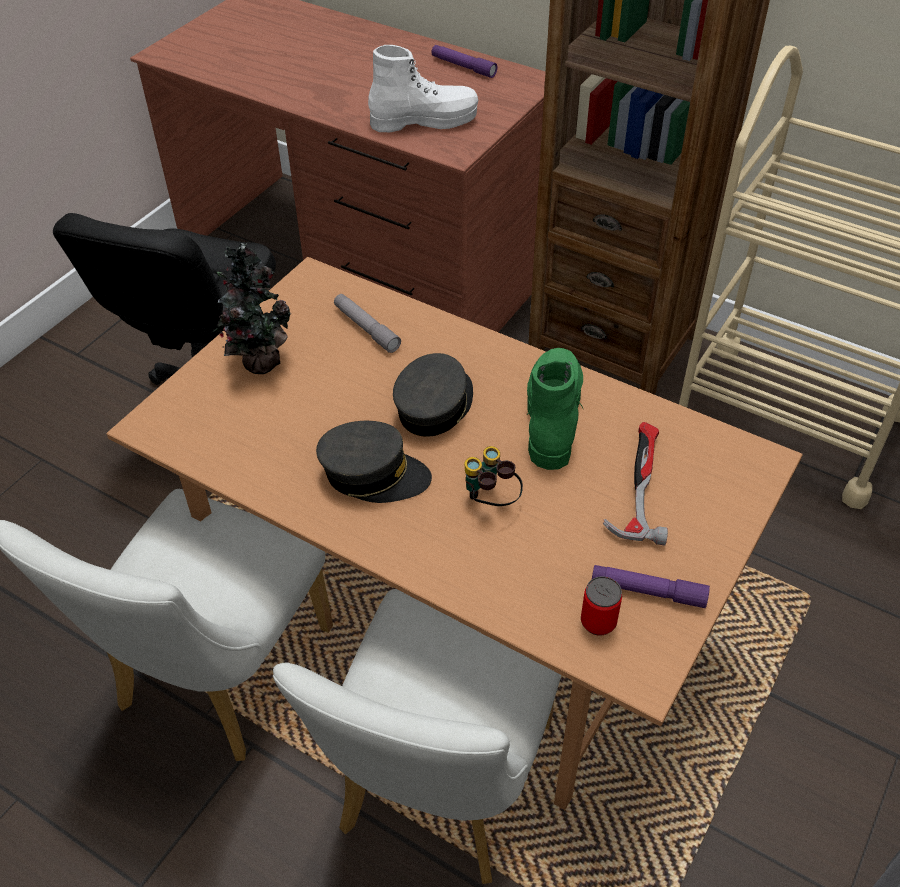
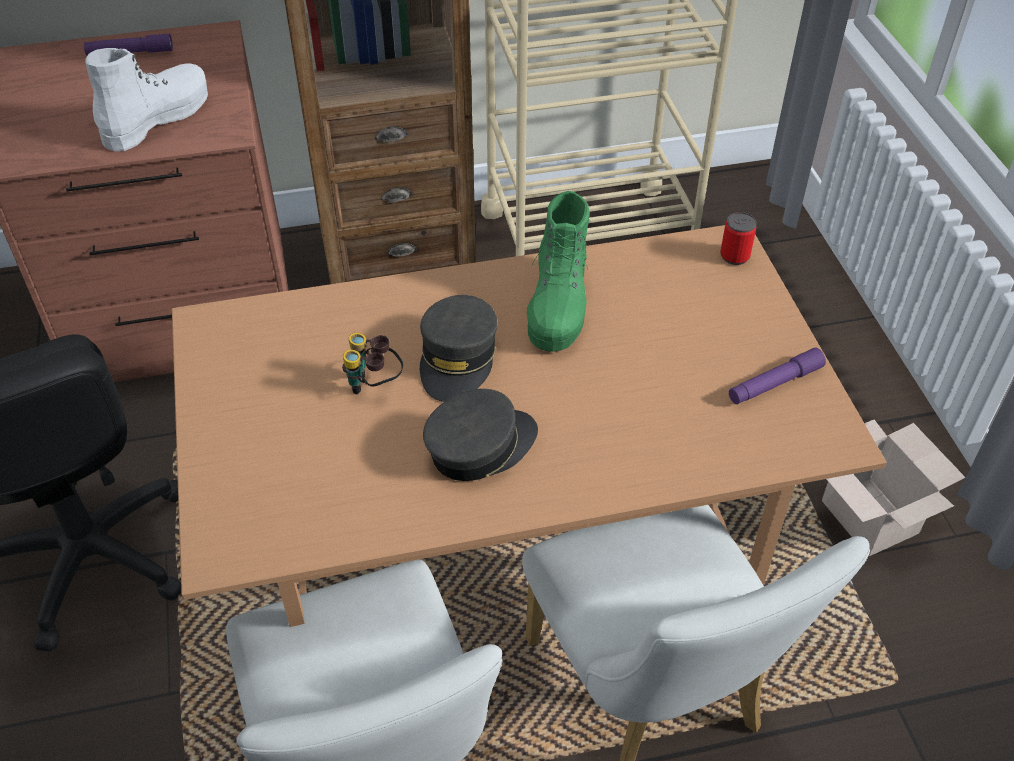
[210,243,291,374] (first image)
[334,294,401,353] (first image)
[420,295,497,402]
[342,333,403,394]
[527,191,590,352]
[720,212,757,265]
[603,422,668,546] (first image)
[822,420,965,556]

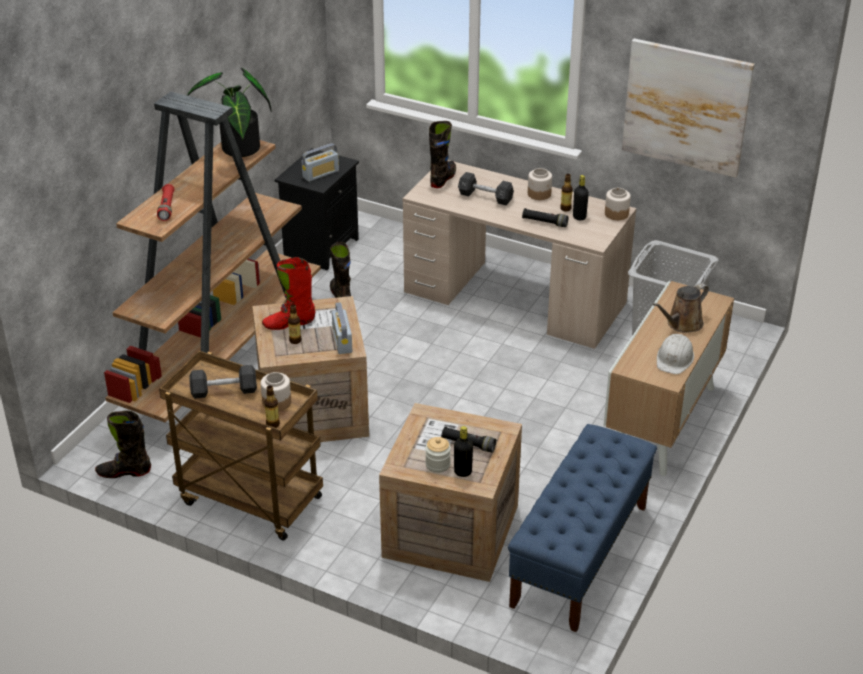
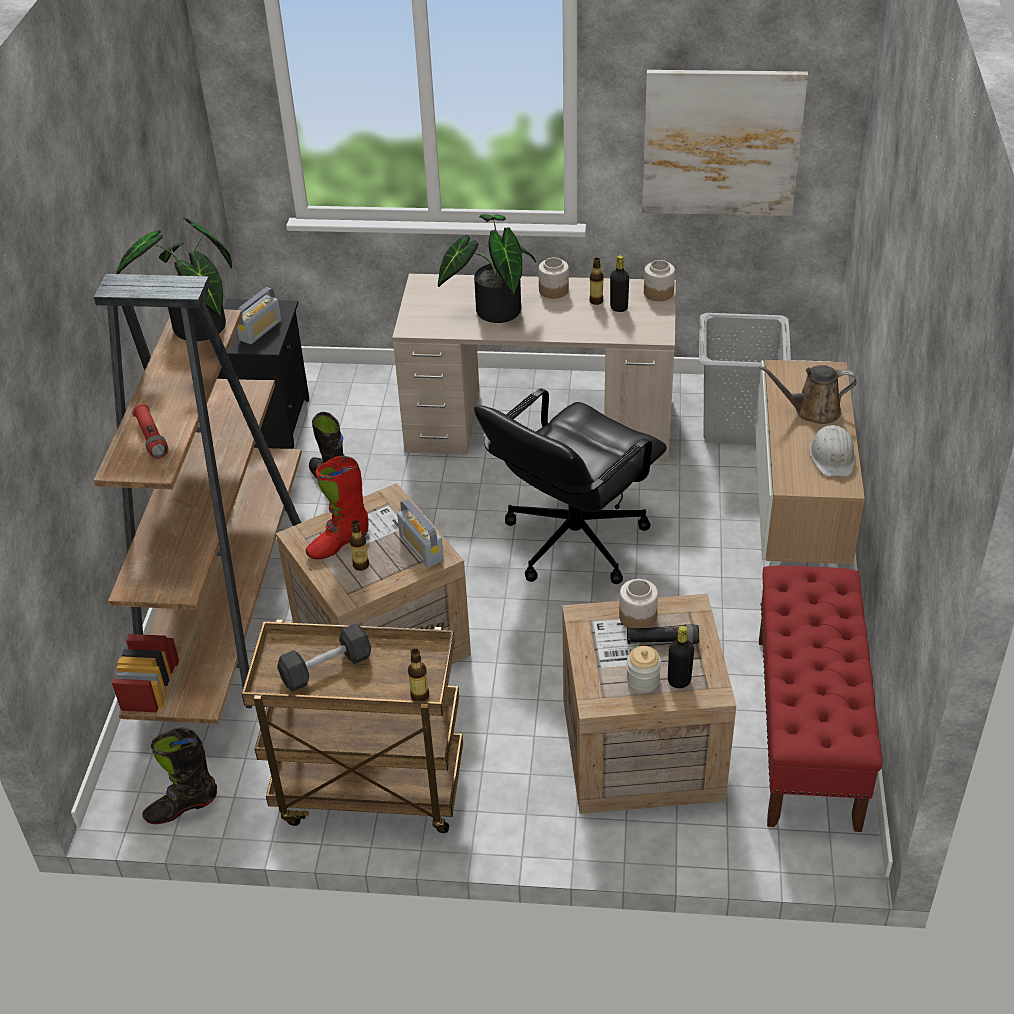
[619,579,658,628]
[429,121,456,188] (first image)
[438,214,536,323]
[759,566,882,832]
[522,208,569,227] (first image)
[759,365,857,424]
[474,388,667,584]

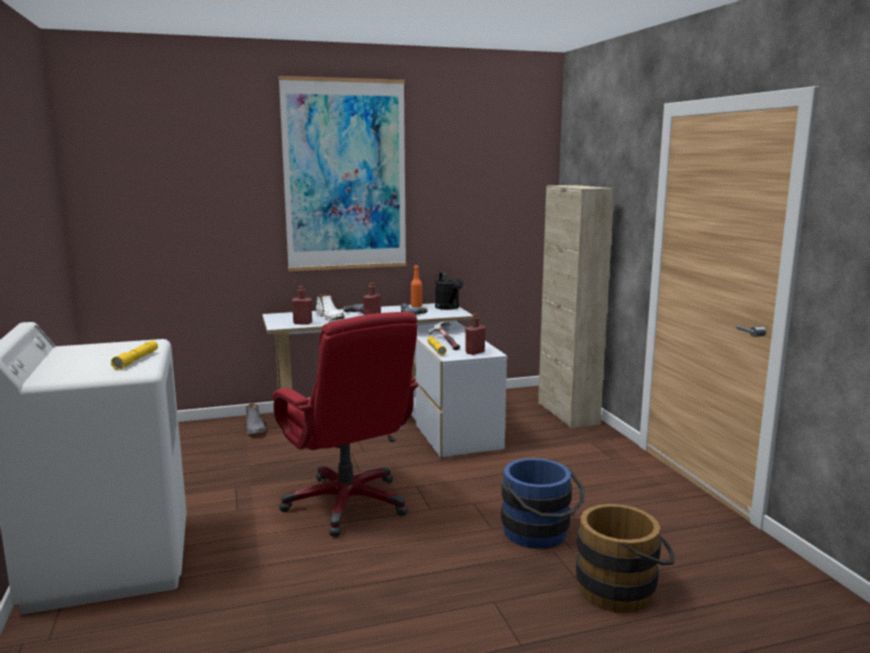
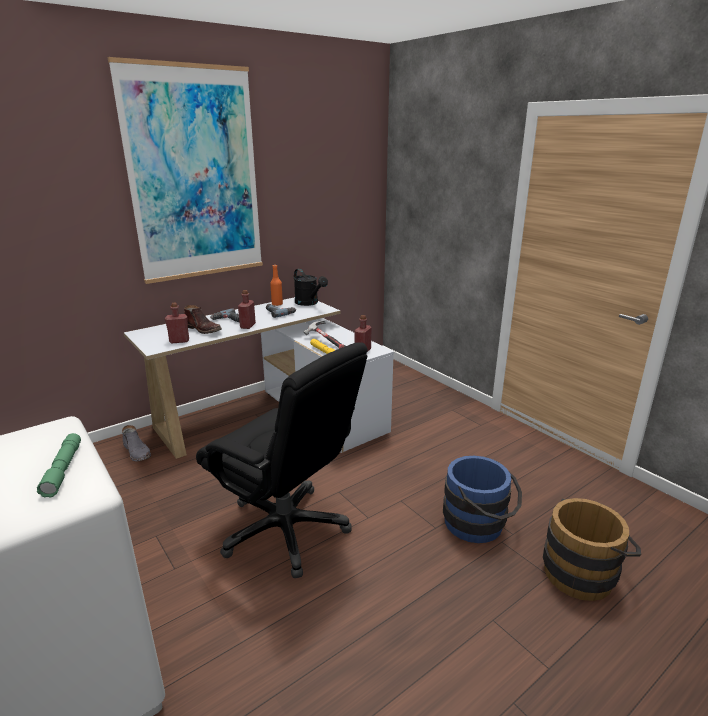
[37,433,81,498]
[196,342,368,579]
[184,305,222,334]
[538,185,614,428] (first image)

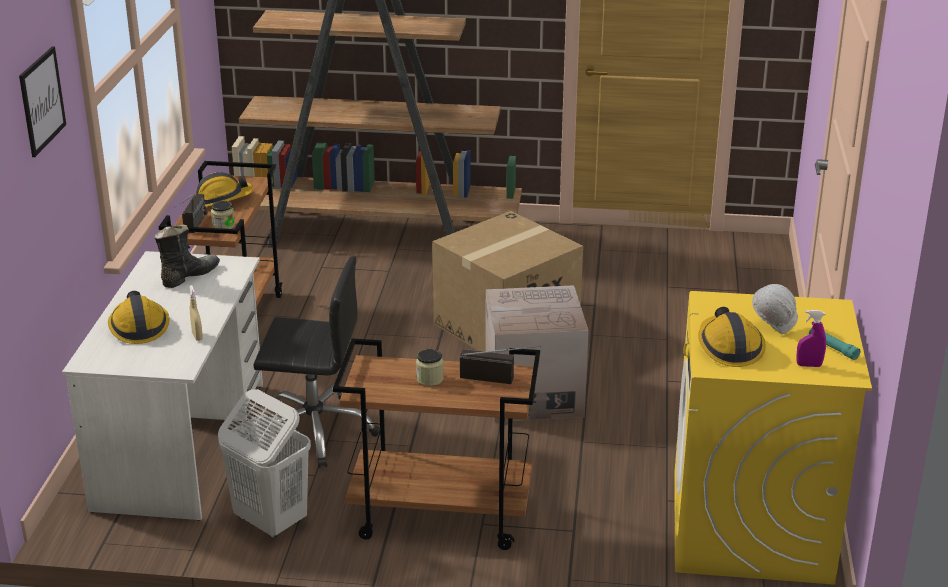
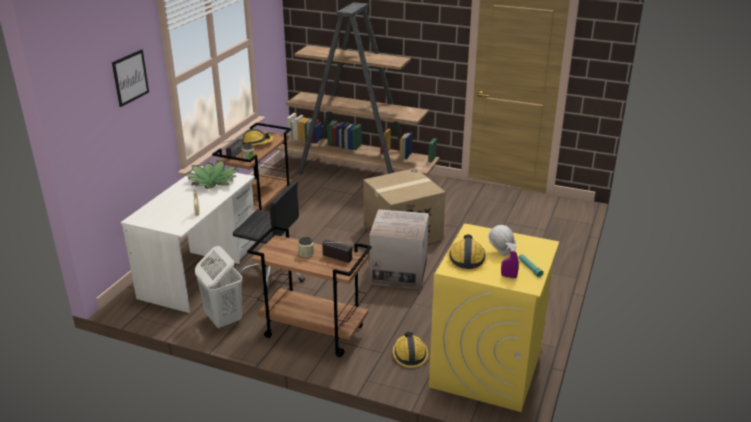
[393,332,428,368]
[184,160,238,189]

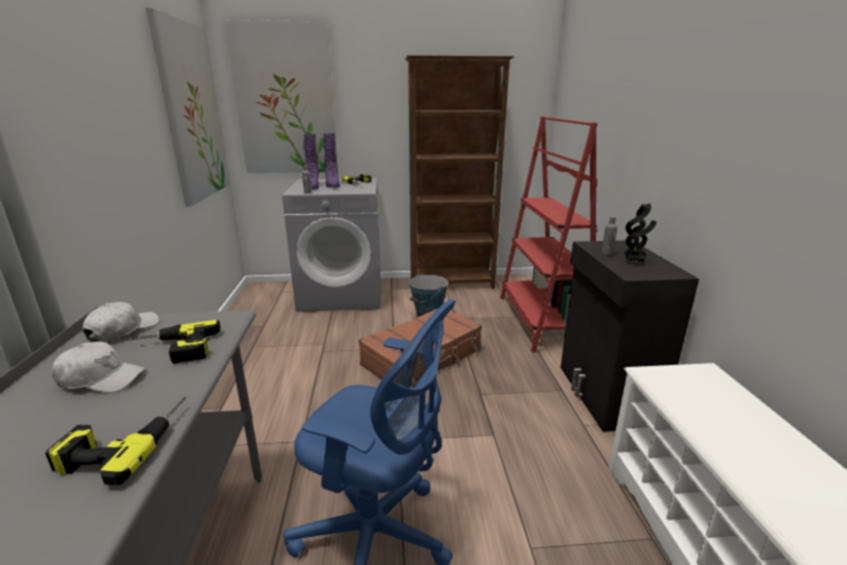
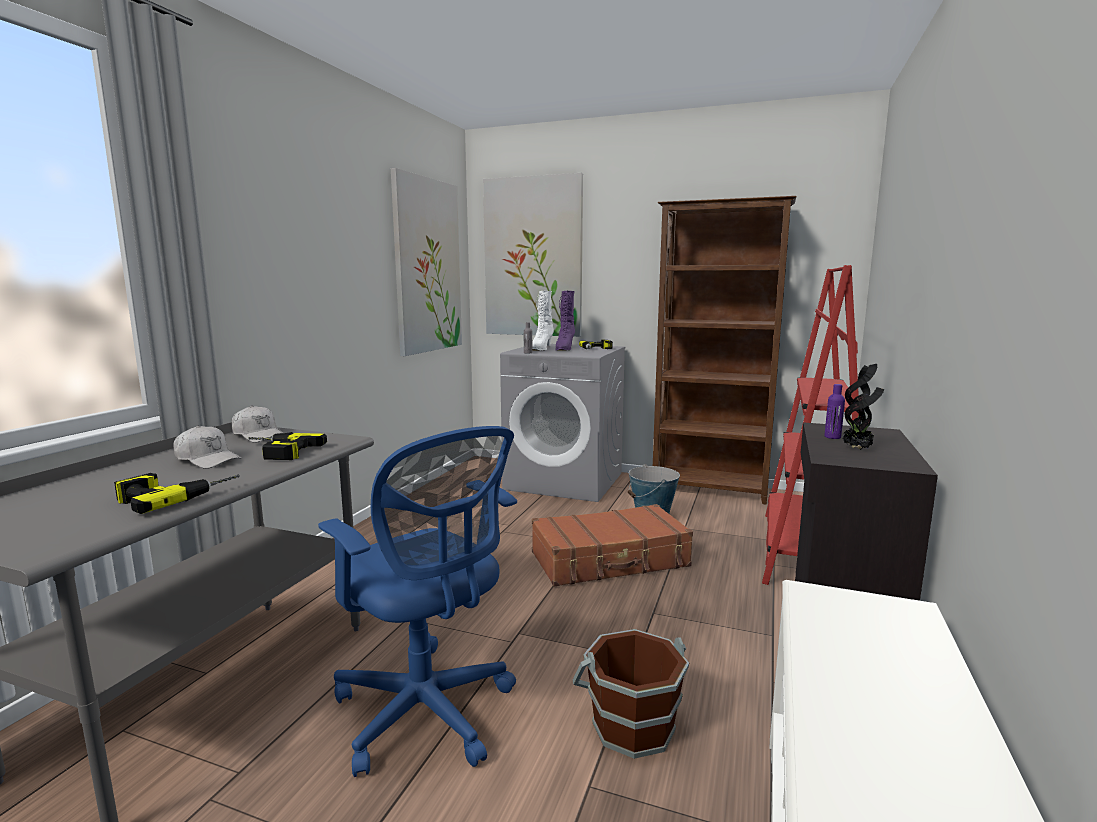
[232,406,283,443]
[532,291,554,351]
[824,384,845,439]
[573,629,689,759]

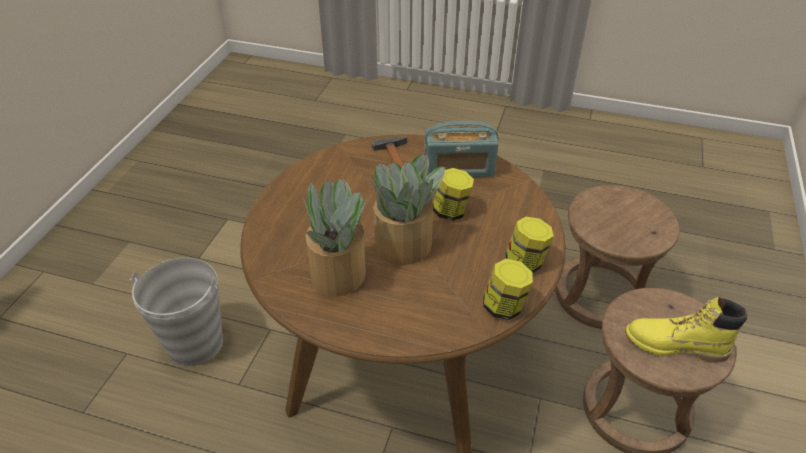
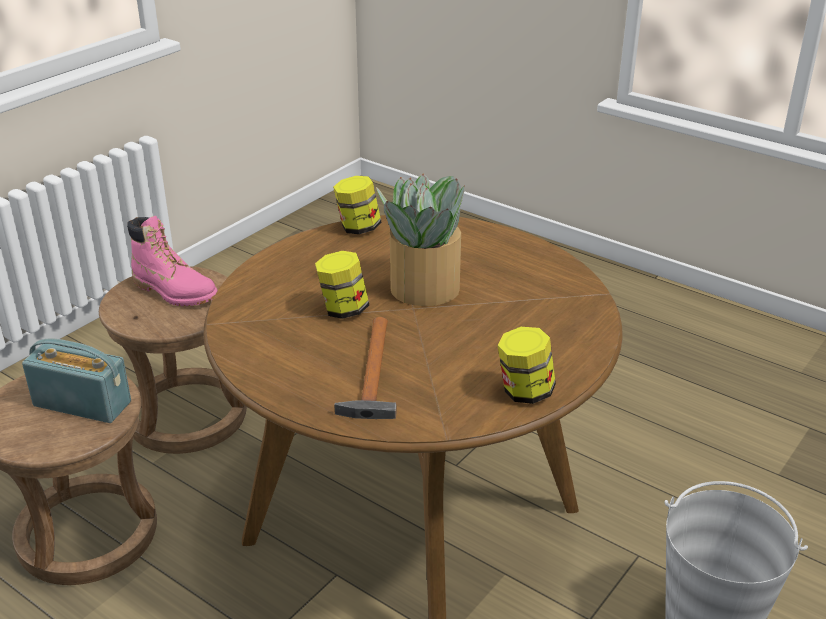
[303,178,367,297] (first image)
[22,338,131,423]
[498,327,556,404]
[127,216,218,306]

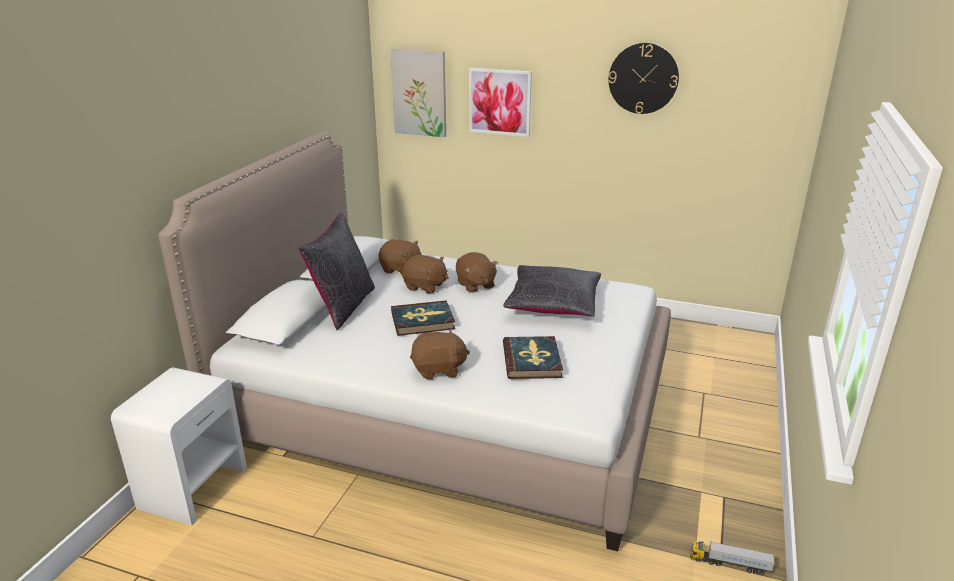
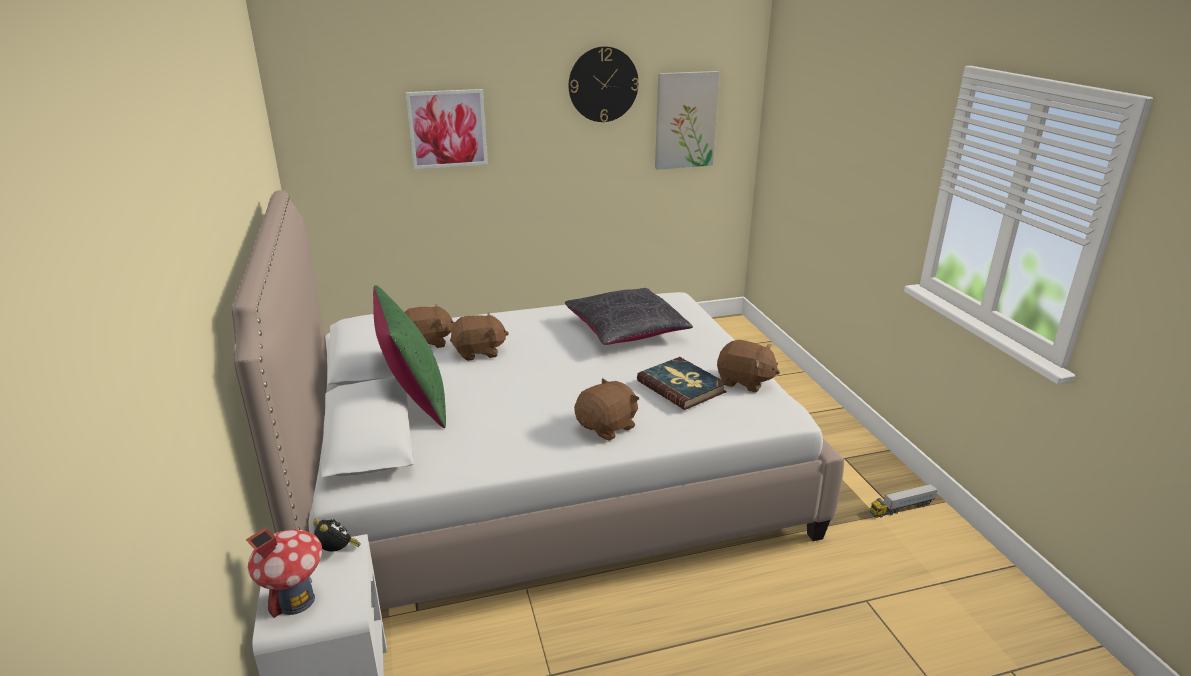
[373,285,446,428]
[655,71,719,169]
[391,300,455,336] (first image)
[717,340,780,392]
[246,527,322,618]
[313,519,361,552]

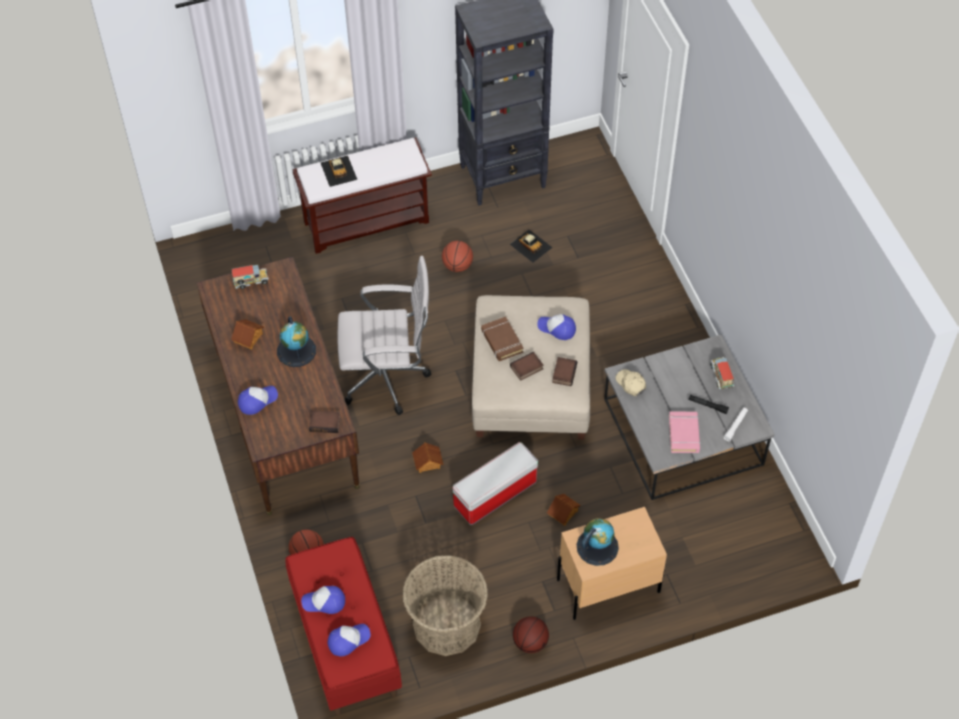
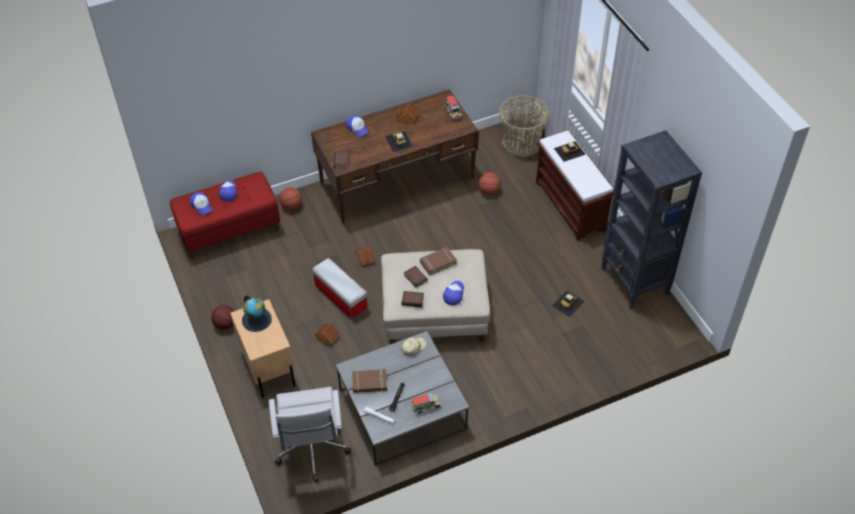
[385,131,413,152]
[269,387,351,483]
[499,95,550,157]
[478,172,501,195]
[352,369,387,393]

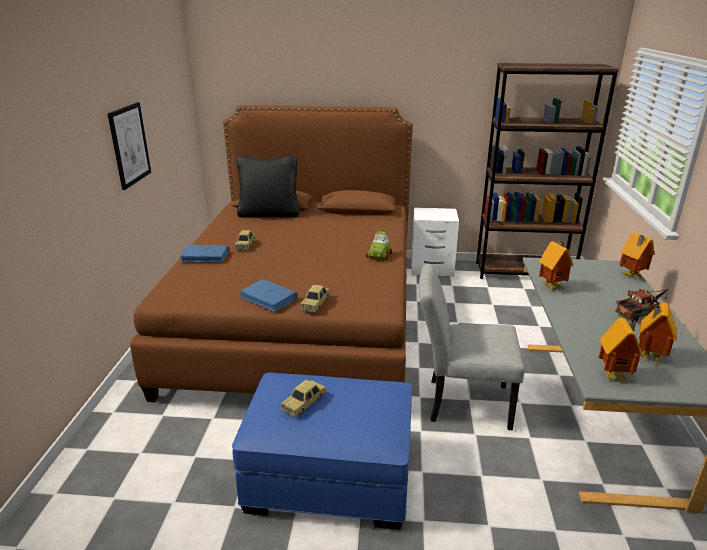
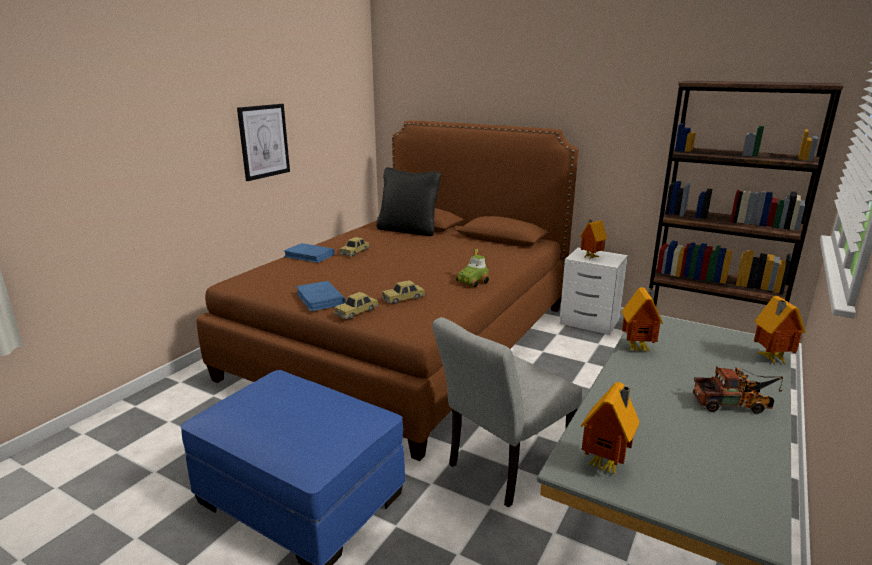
[382,280,425,304]
[432,317,582,507]
[580,219,607,260]

